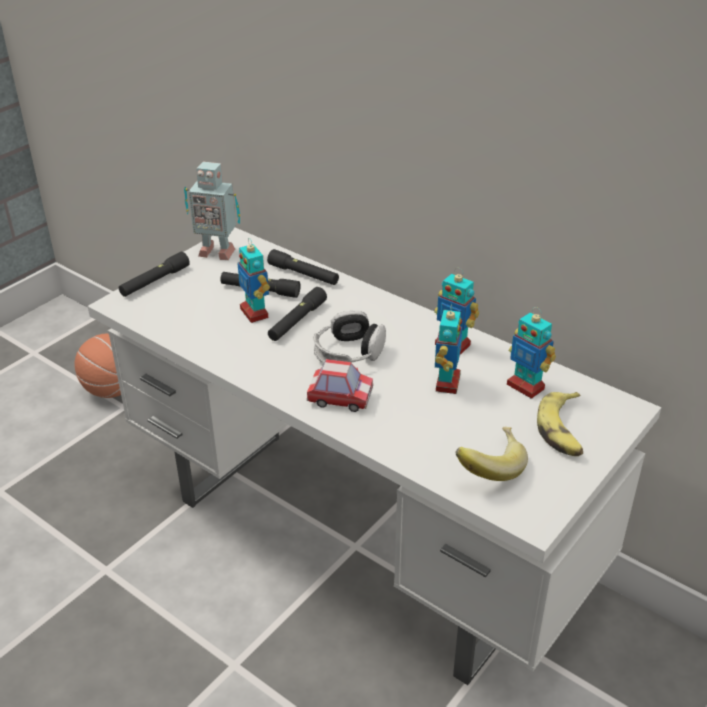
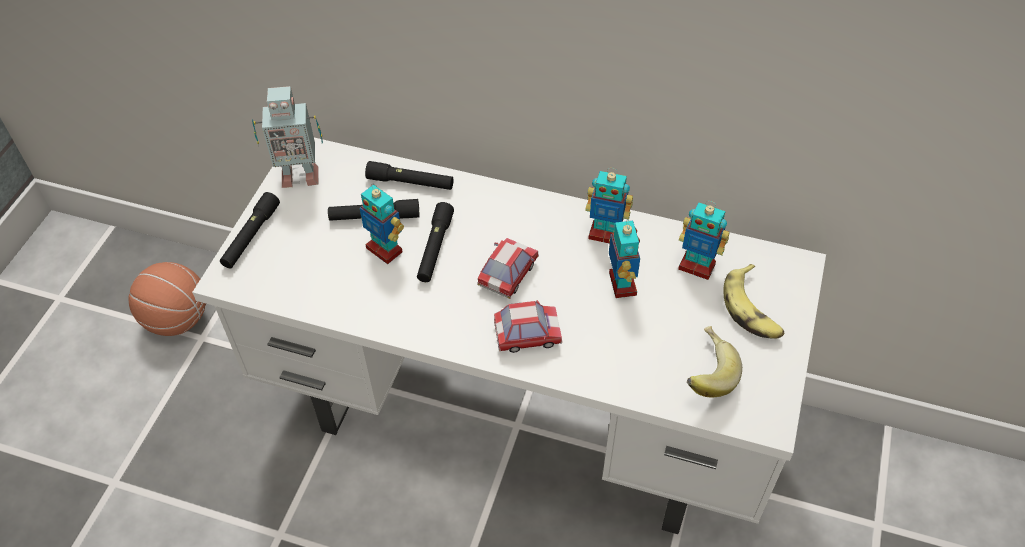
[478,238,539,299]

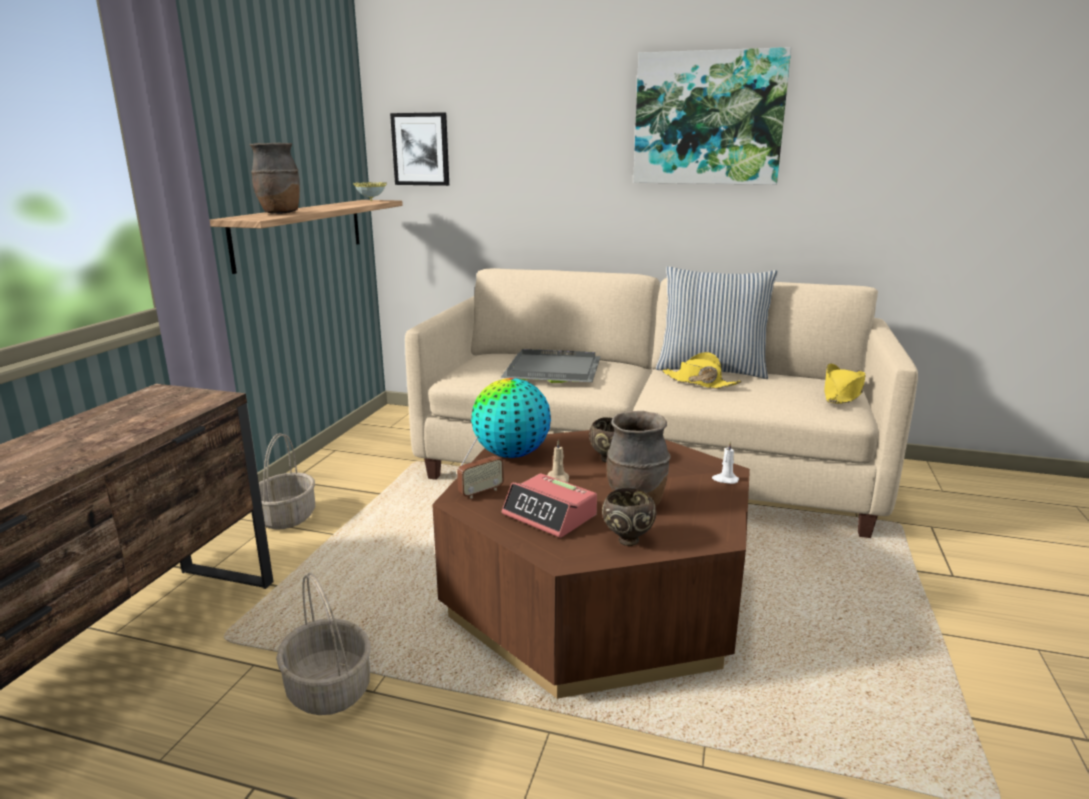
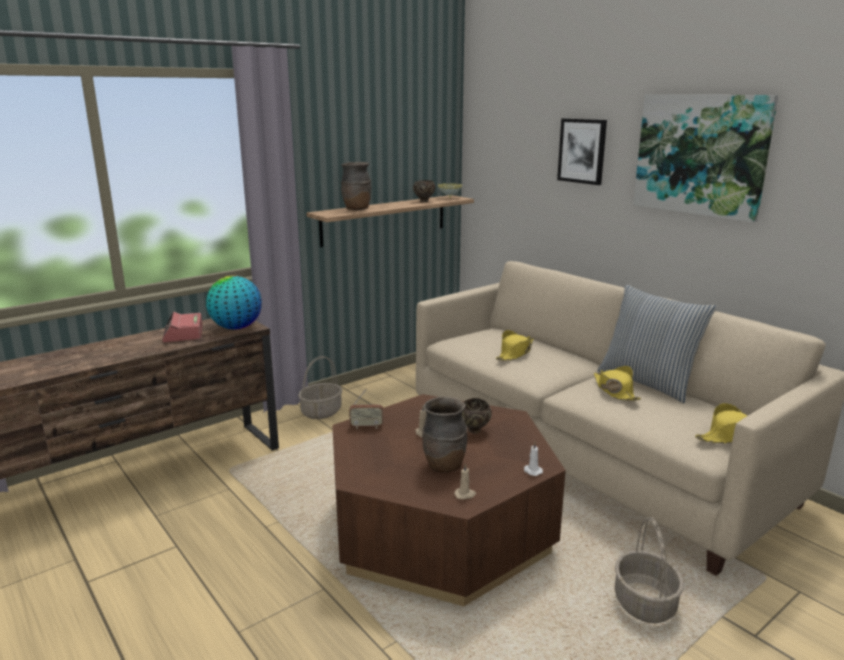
[615,517,684,623]
[557,118,607,185]
[206,276,262,330]
[496,330,534,360]
[162,312,203,342]
[413,180,435,202]
[454,463,476,500]

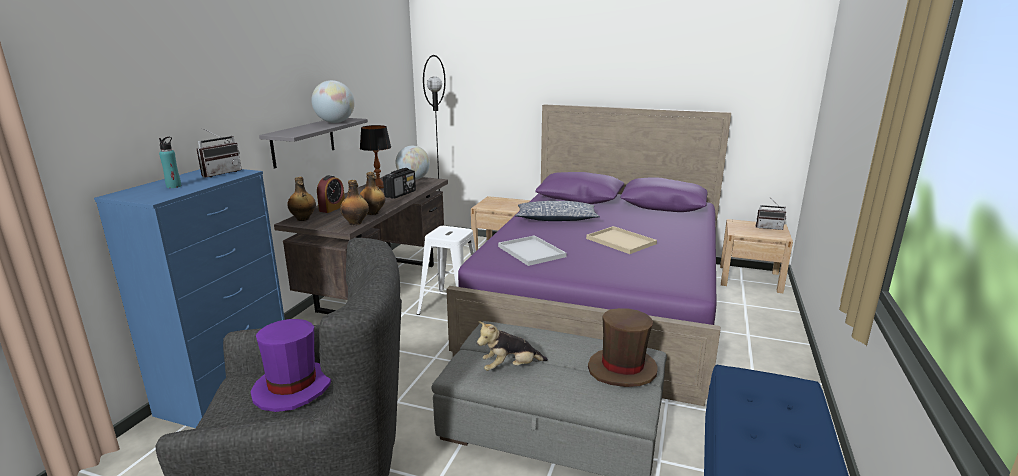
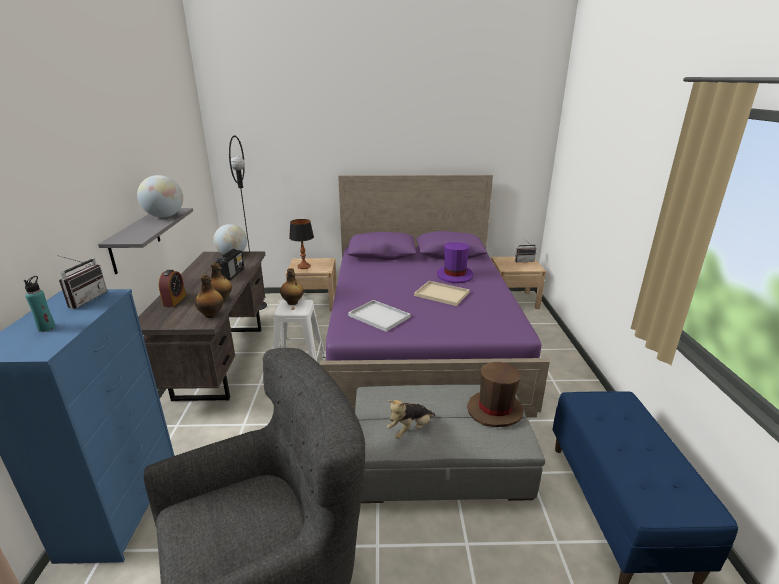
[437,242,473,283]
[280,268,304,305]
[289,219,314,269]
[515,201,600,221] (first image)

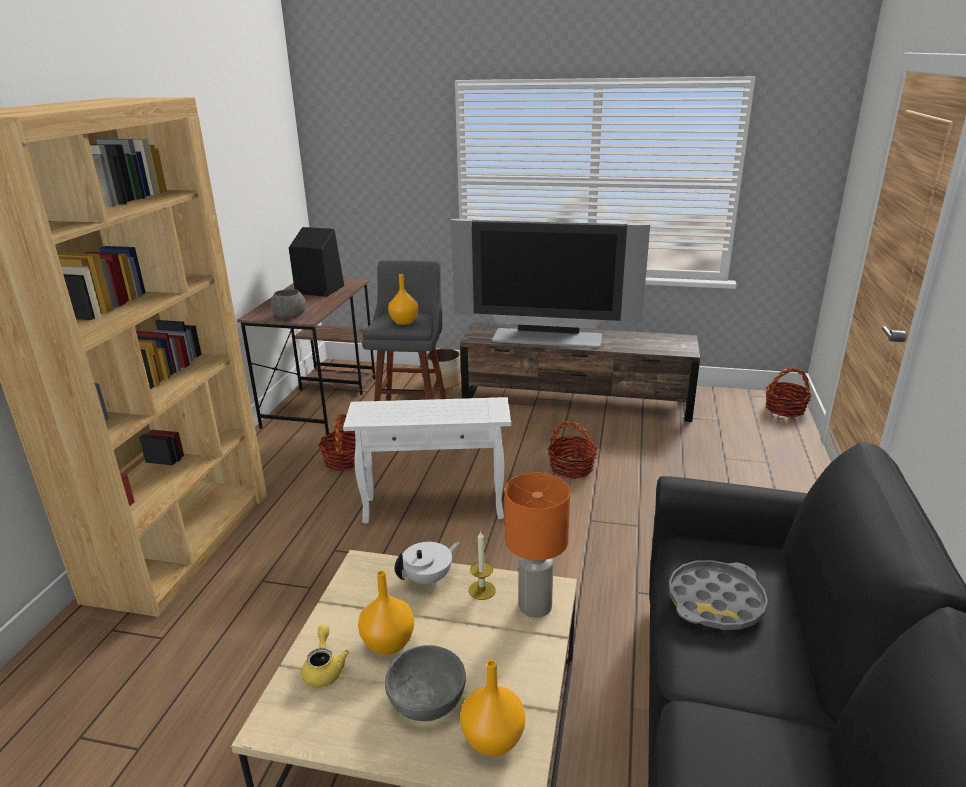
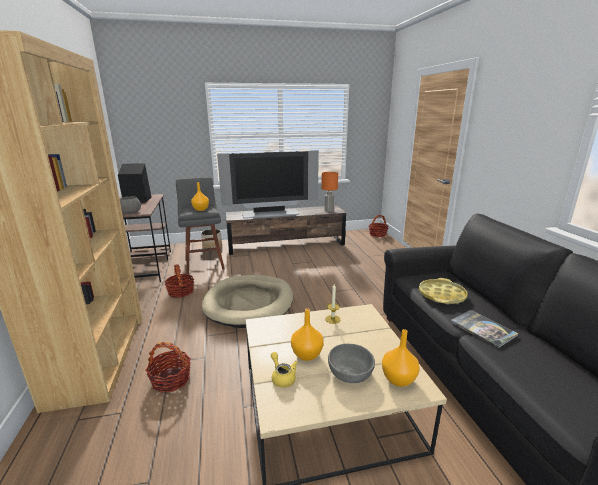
[202,275,293,328]
[395,542,460,587] (first image)
[321,172,338,212]
[145,342,191,393]
[419,278,467,304]
[450,310,519,348]

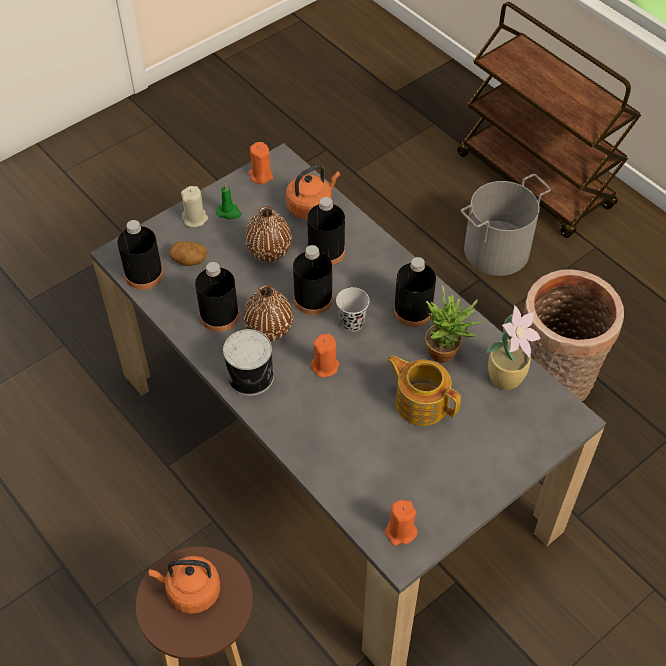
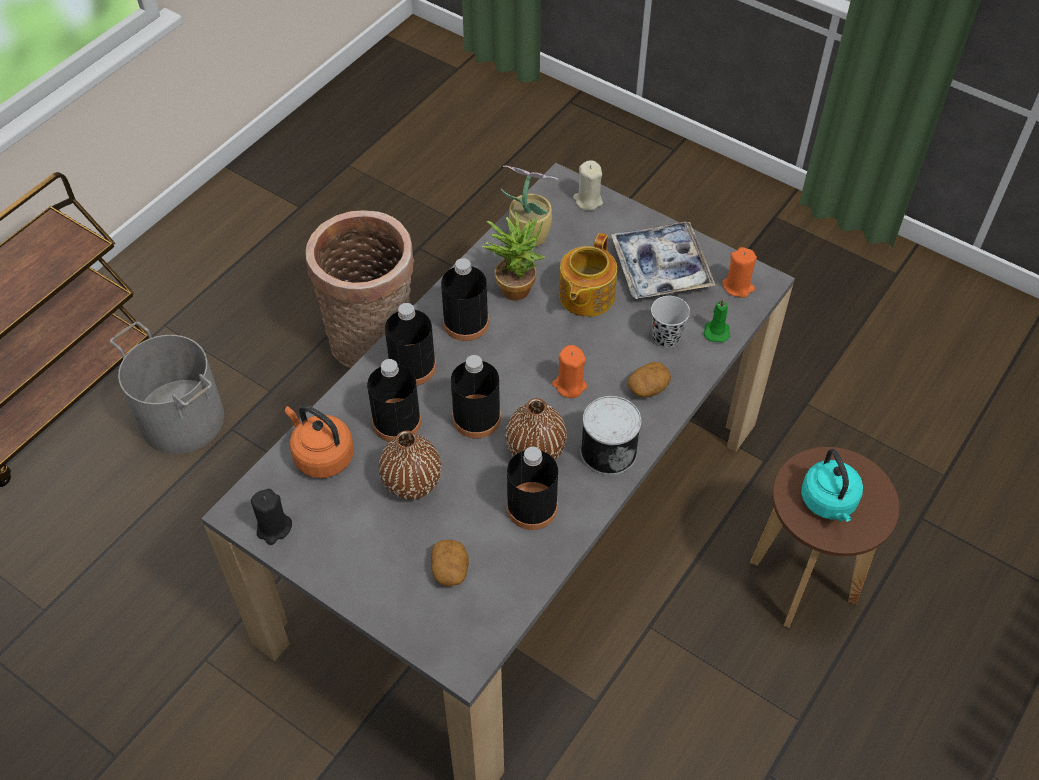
[385,303,436,386]
[801,449,863,522]
[573,160,603,211]
[704,298,730,342]
[251,489,292,545]
[651,296,690,348]
[611,221,715,299]
[628,361,671,398]

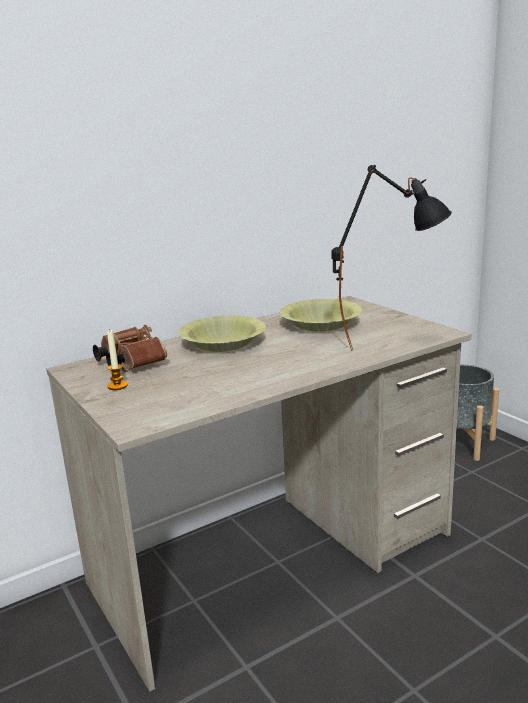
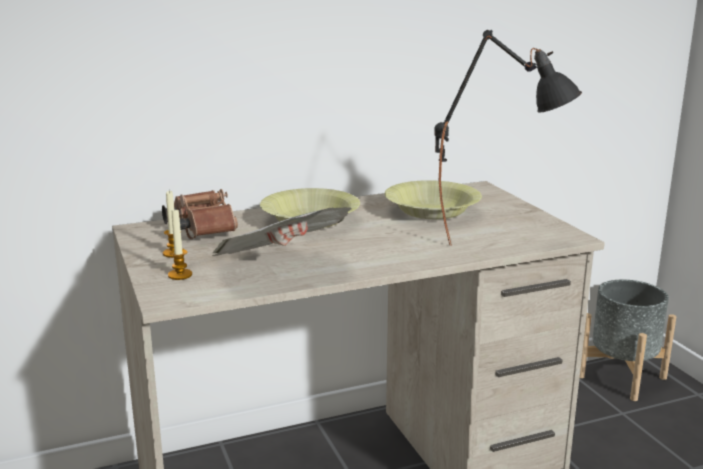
[168,210,192,280]
[212,207,352,256]

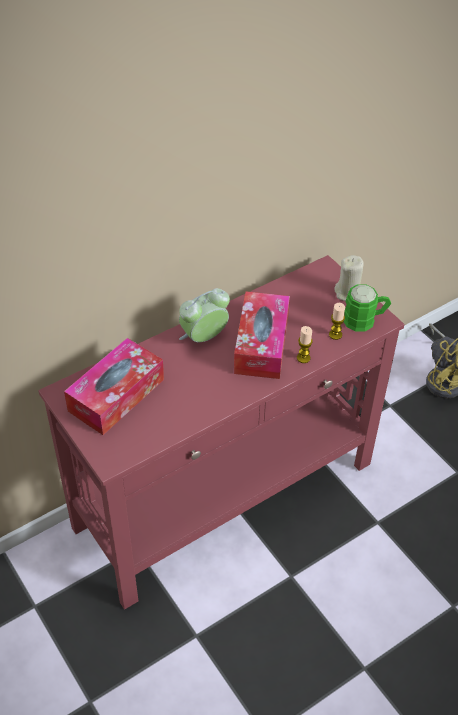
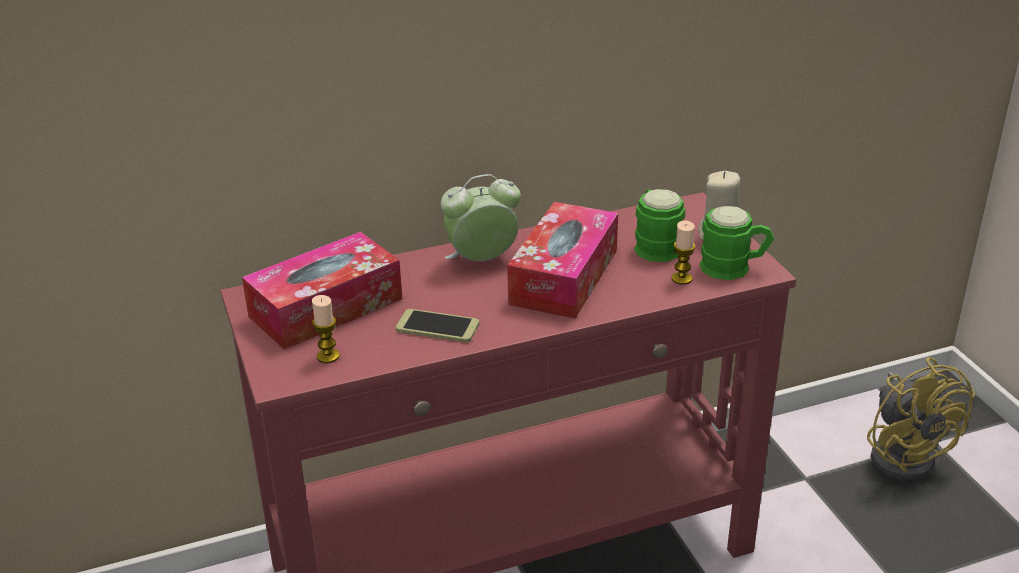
[312,295,340,363]
[396,309,479,343]
[634,189,685,262]

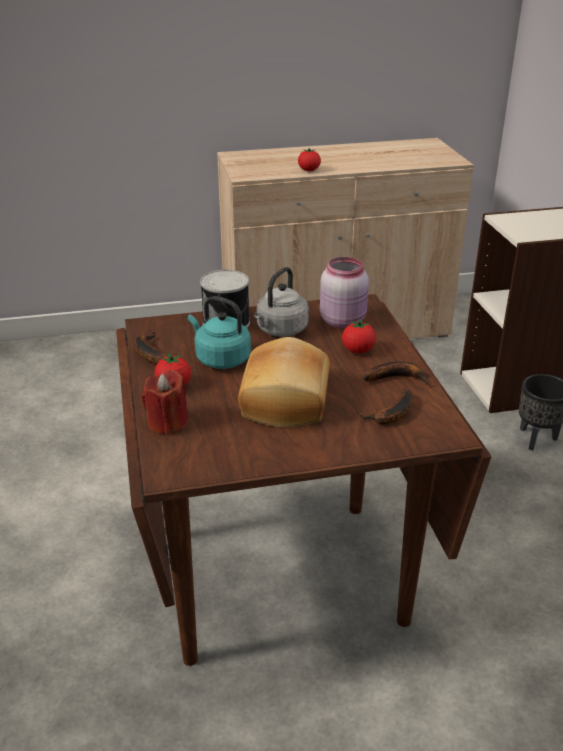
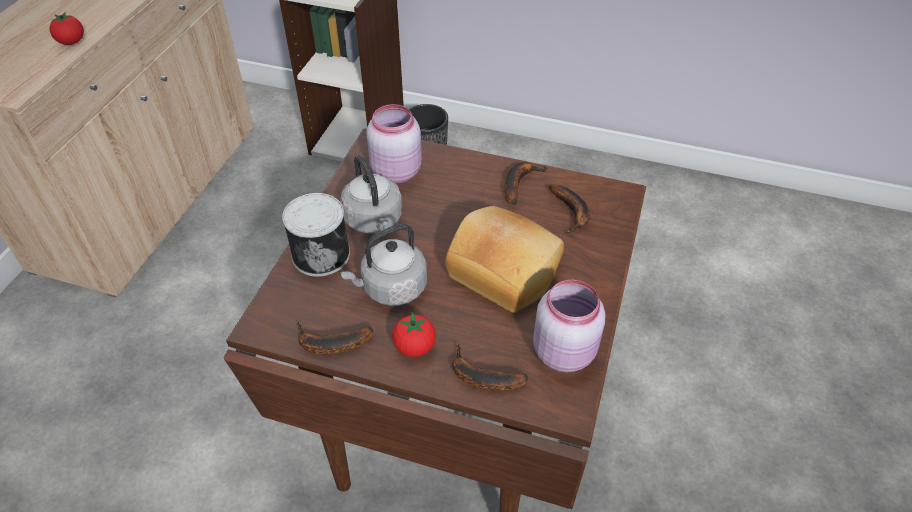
[452,344,528,391]
[341,224,427,306]
[342,319,376,353] (first image)
[533,280,606,372]

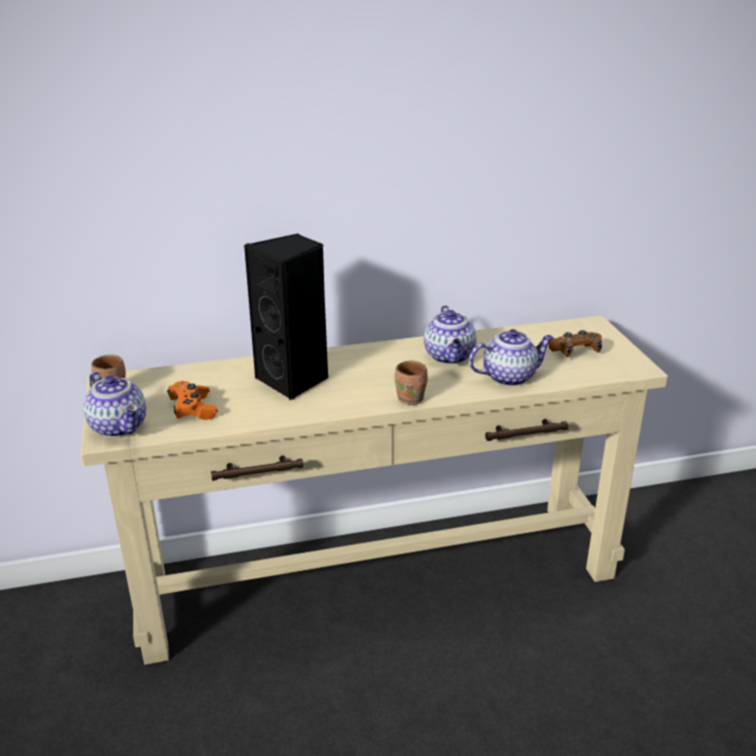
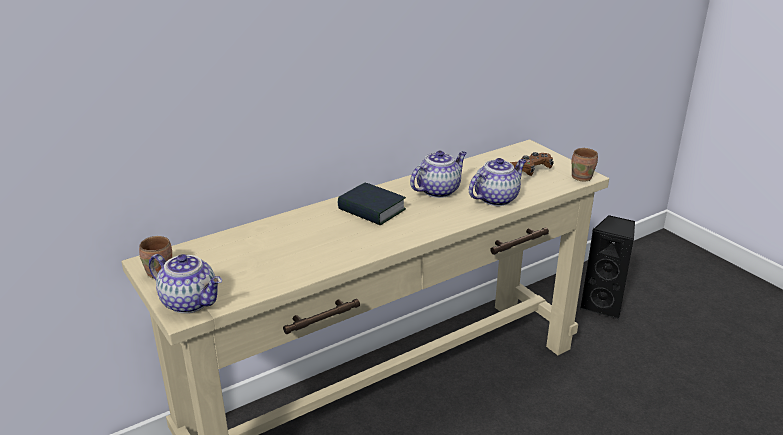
[167,381,218,420] (first image)
[580,215,635,319]
[572,148,598,181]
[410,151,467,198]
[338,183,406,225]

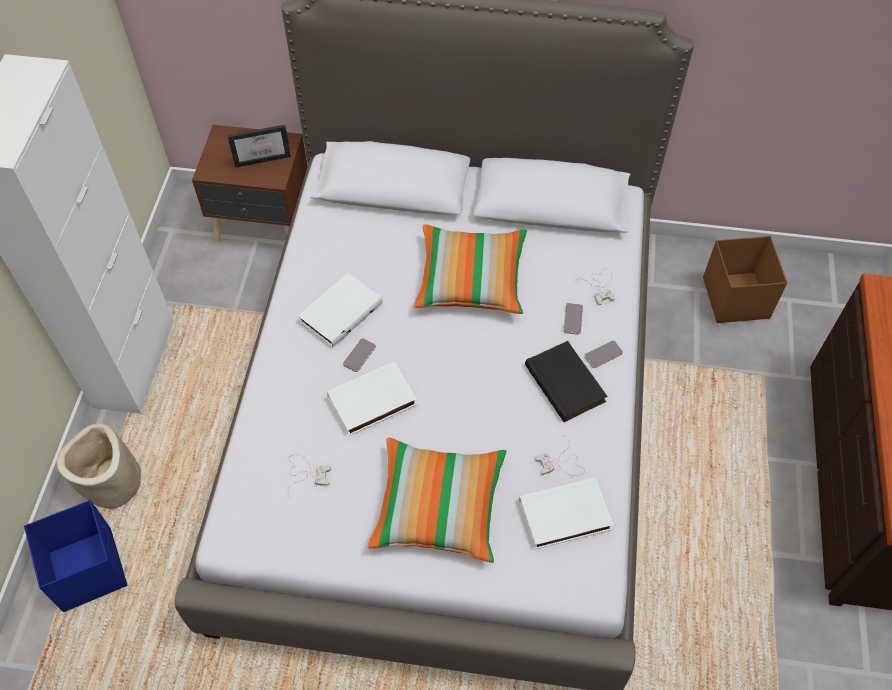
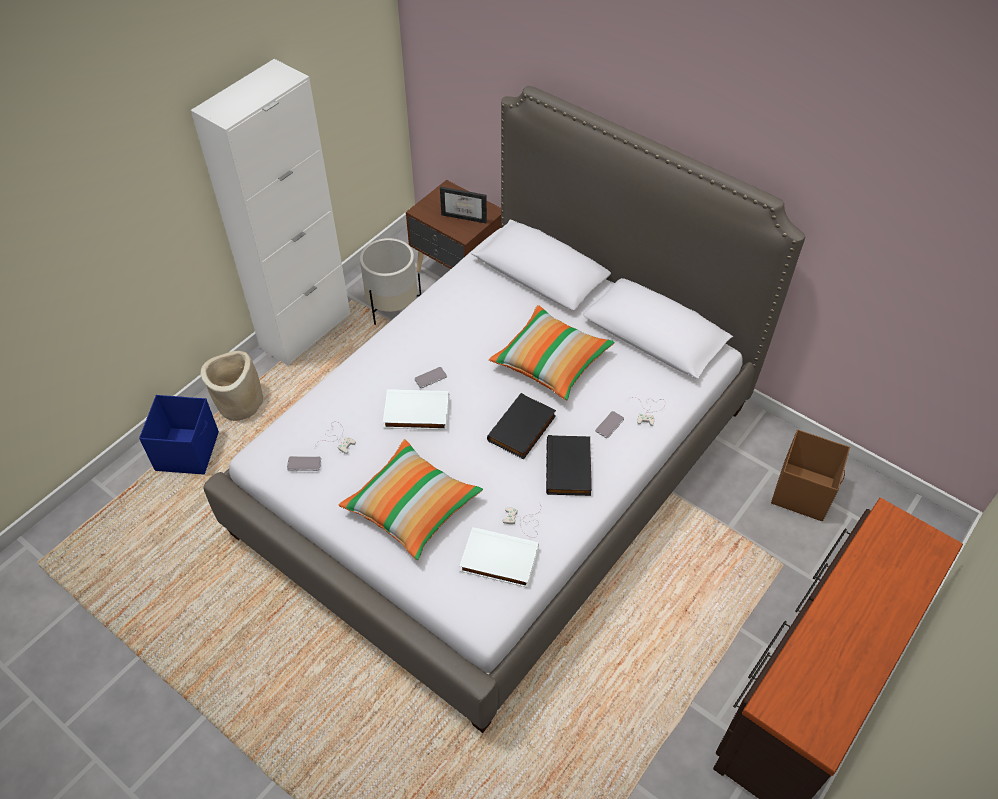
[298,273,382,348] (first image)
[287,456,321,471]
[360,238,421,325]
[487,393,556,459]

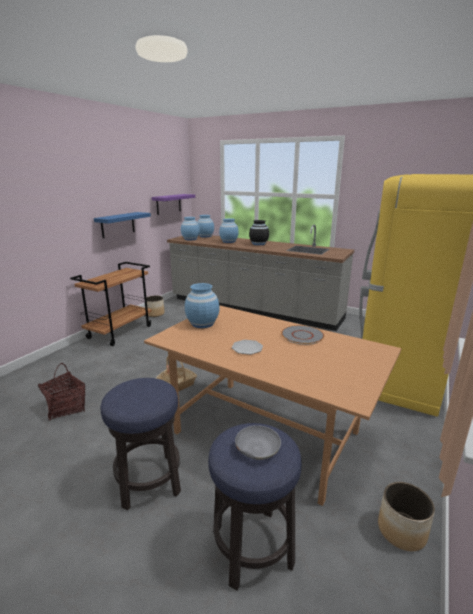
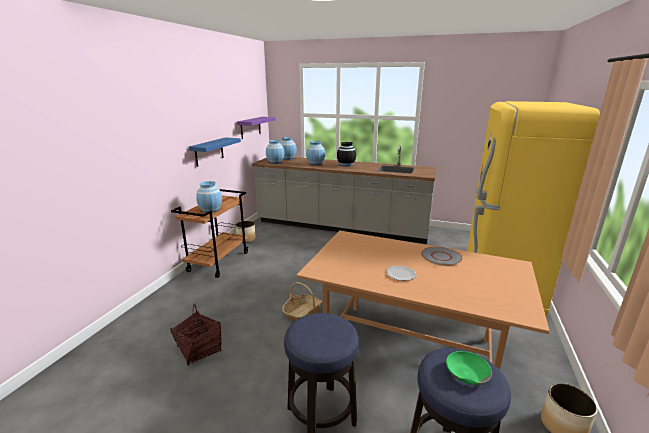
[196,181,222,213]
[446,351,492,385]

